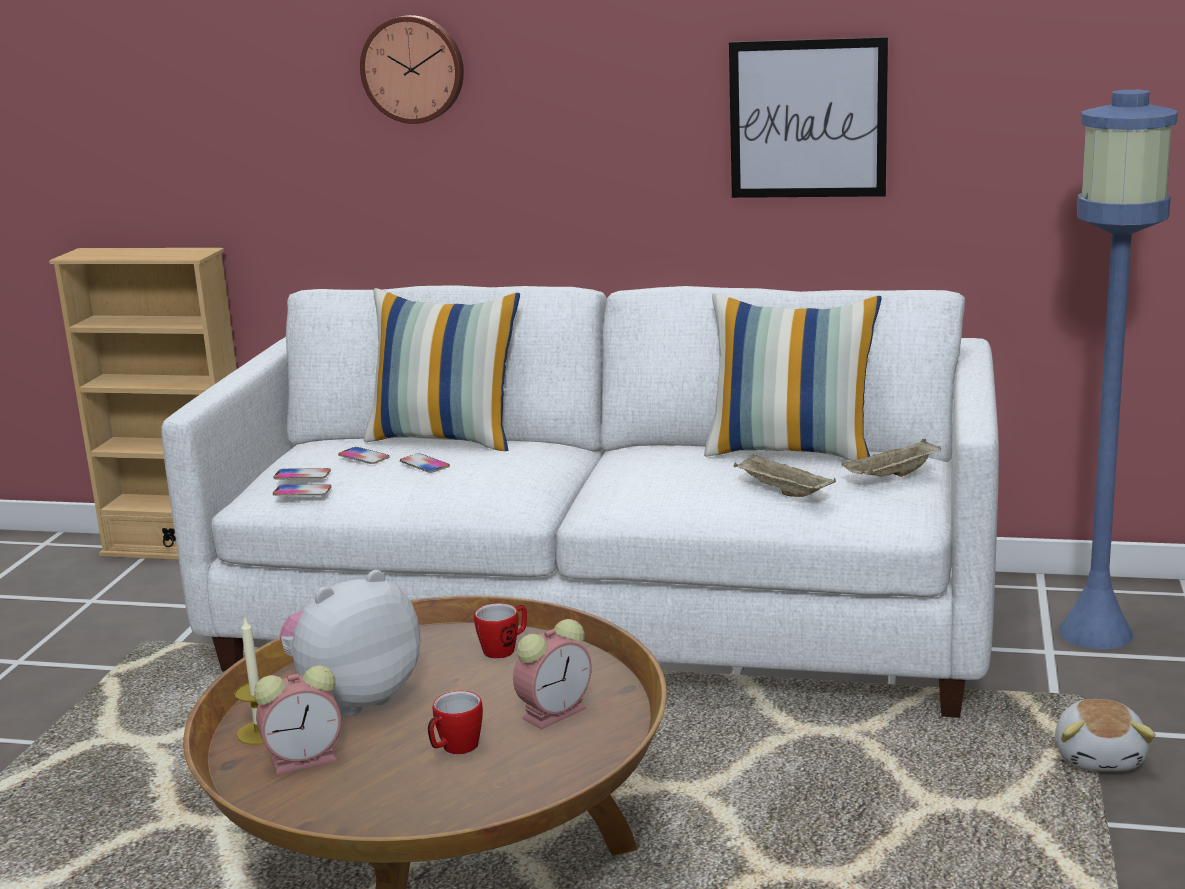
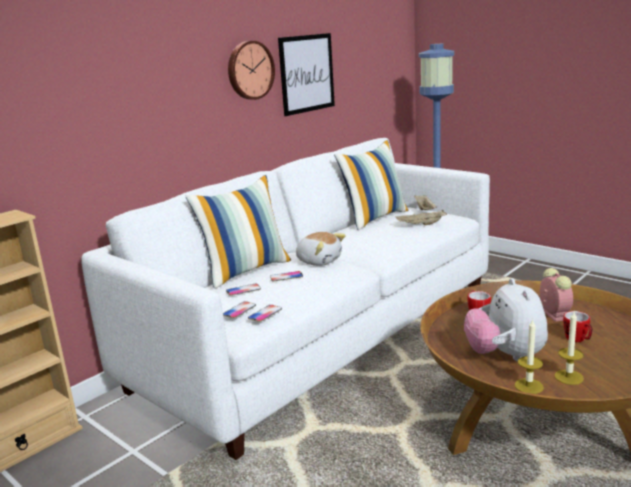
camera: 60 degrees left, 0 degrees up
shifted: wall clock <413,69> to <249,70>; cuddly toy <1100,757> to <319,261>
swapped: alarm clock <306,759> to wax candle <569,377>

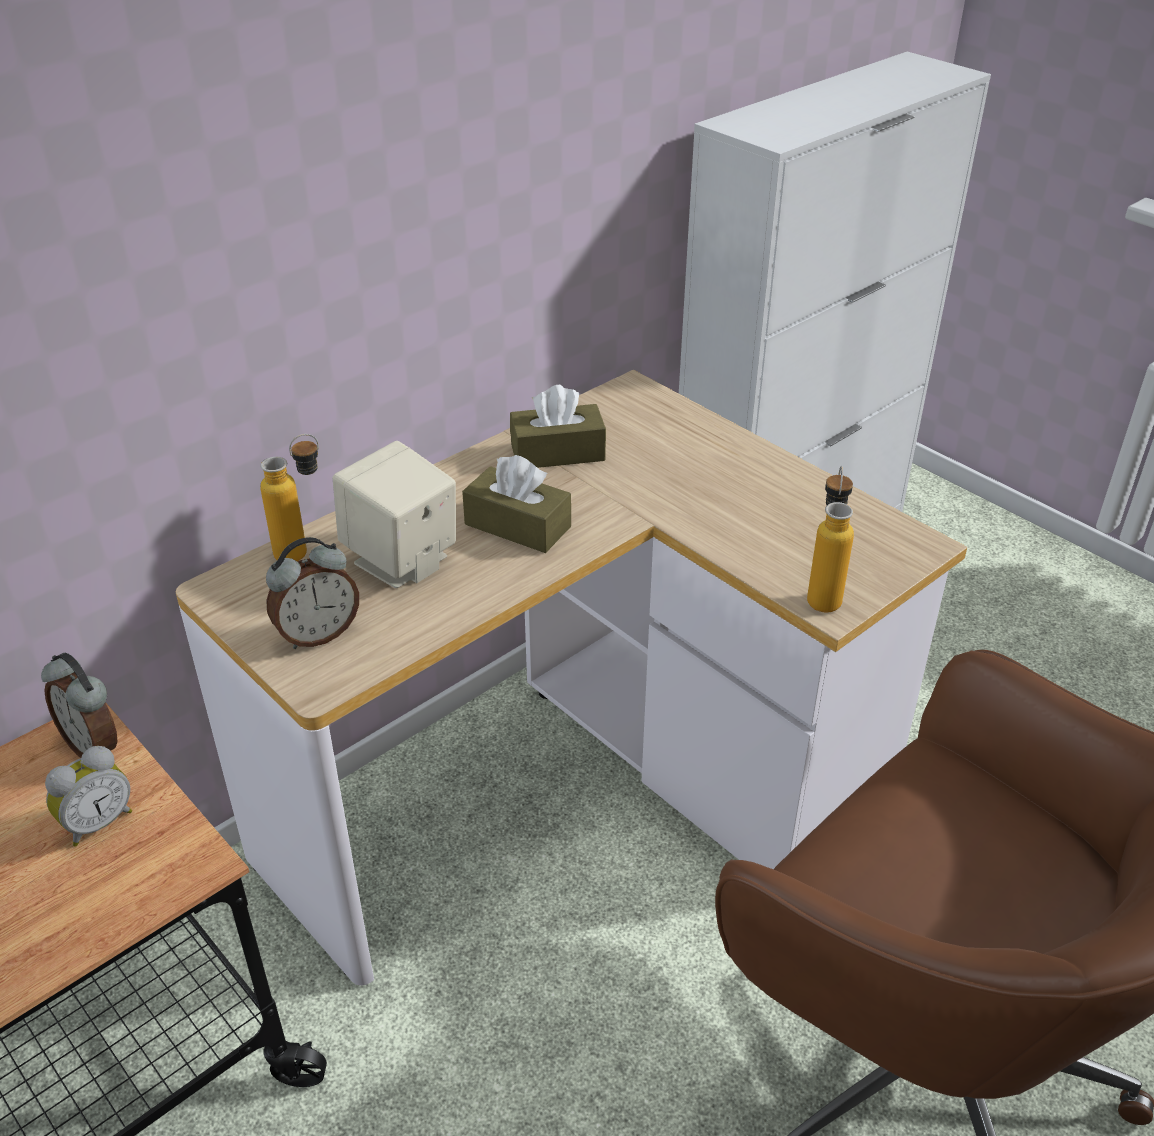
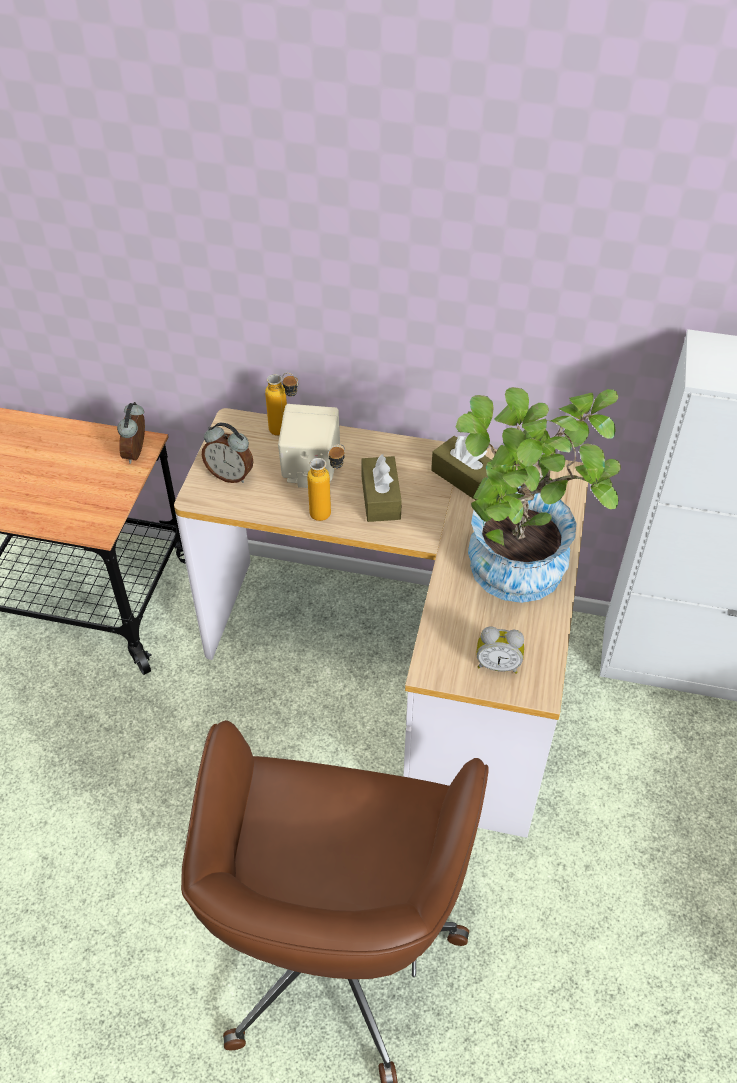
camera: 55 degrees right, 10 degrees up
new: potted plant <514,577>
shifted: alarm clock <97,822> to <497,664>; drink bottle <823,593> to <328,511>

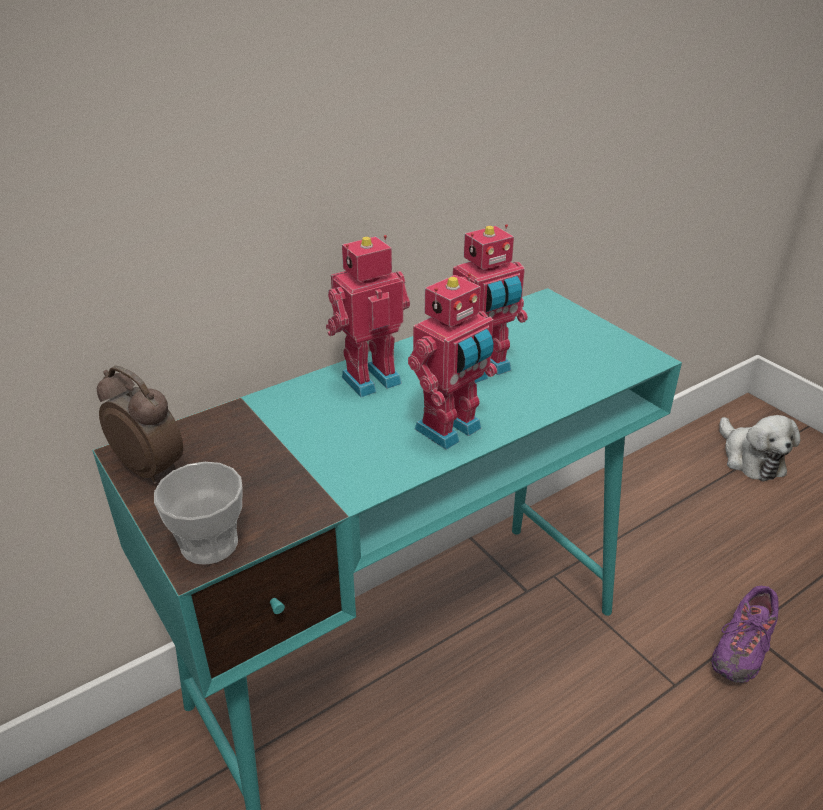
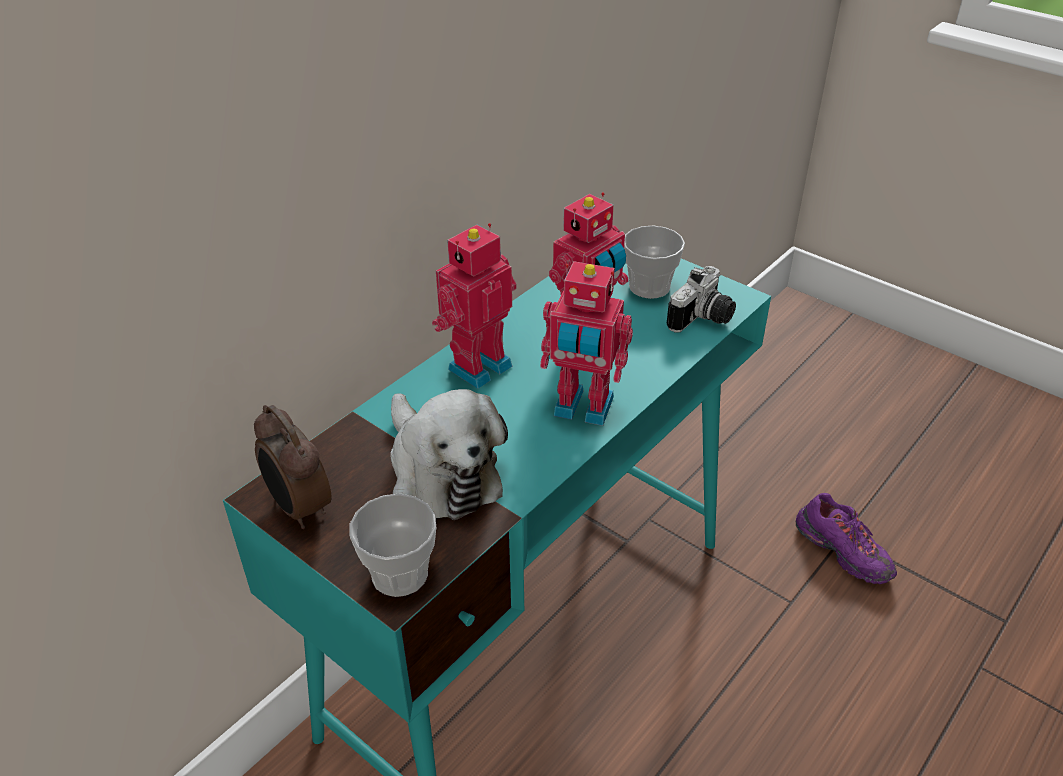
camera: 15 degrees left, 5 degrees up
new: cup <649,287>; still camera <704,319>
shifted: cuddly toy <750,458> to <441,471>
rotated: alarm clock <152,469> = <299,508> 150 degrees counterclockwise; robot figure <451,431> = <582,409> 75 degrees clockwise; shoe/purple-coloured <742,647> = <842,552> 60 degrees counterclockwise

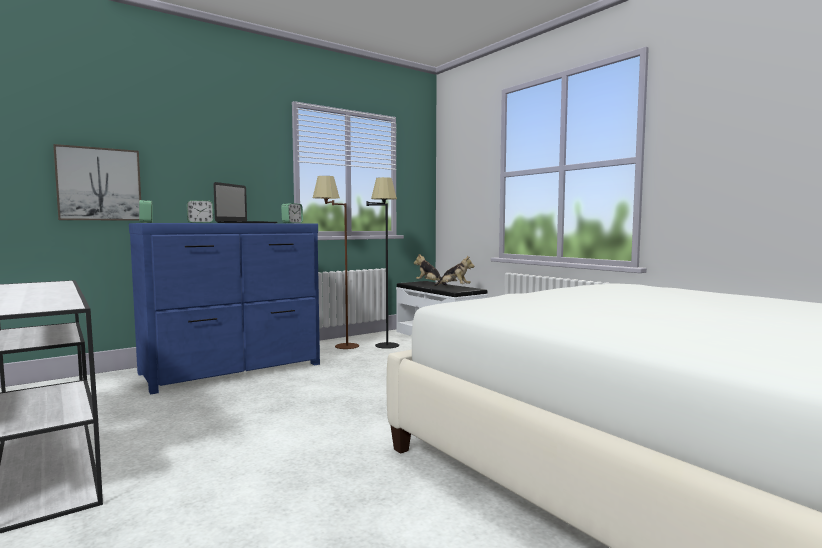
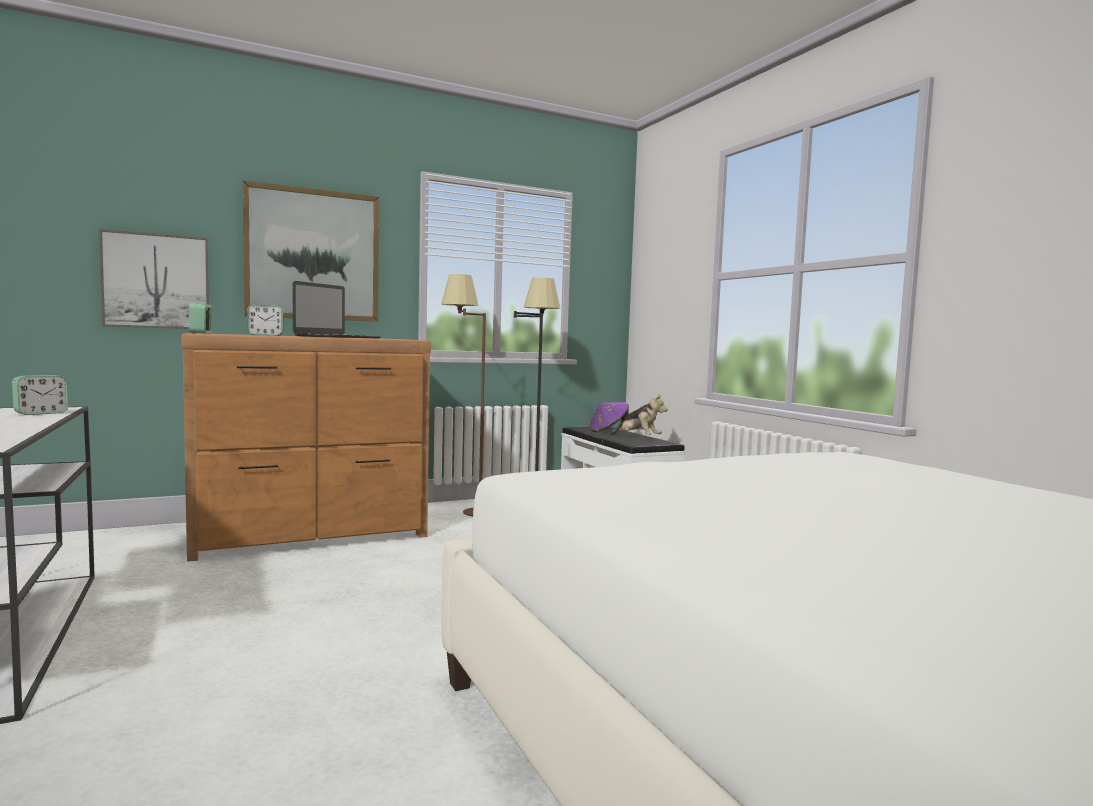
camera: 10 degrees right, 0 degrees up
new: picture <313,255>
shifted: alarm clock <292,223> to <41,413>
swapped: cuddly toy <430,284> to clothing hat/purple-coloured <608,431>
repainted: drawer chest/bluish <233,369> to drawer chest/brown <311,534>

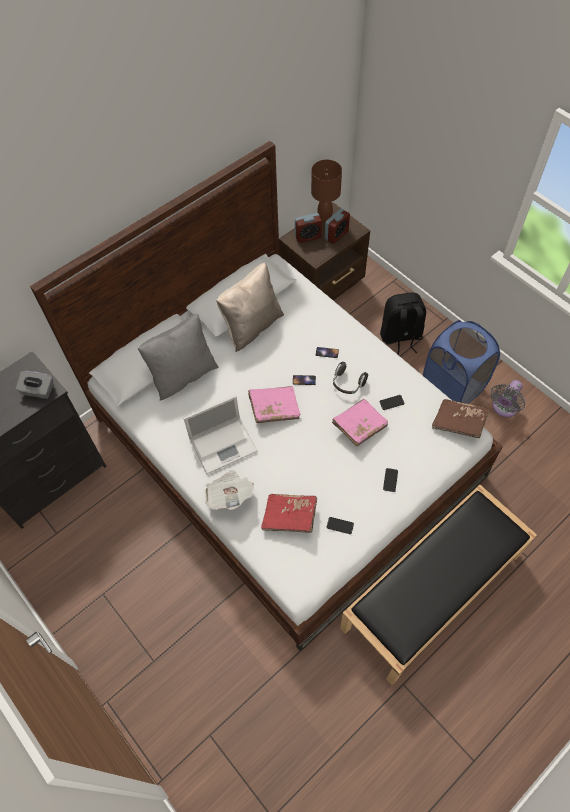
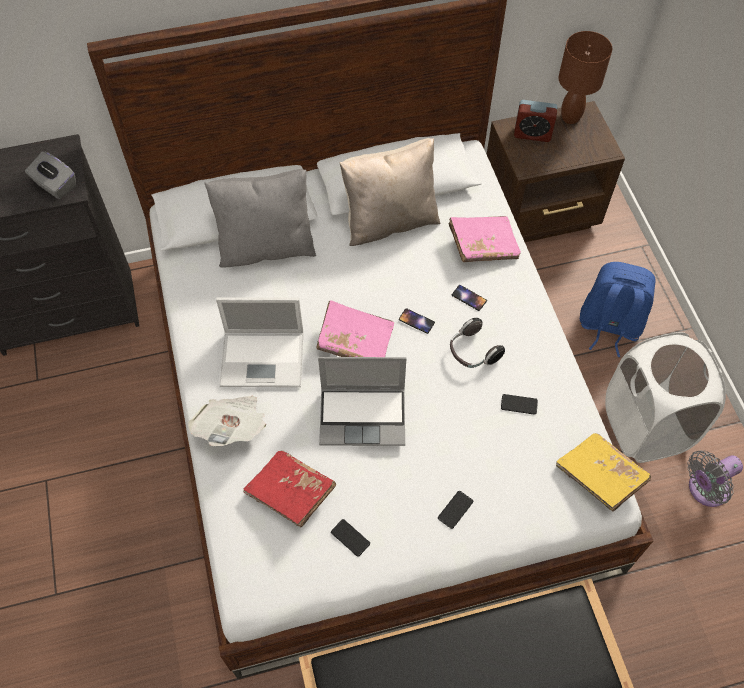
camera: 25 degrees right, 0 degrees up
gone: alarm clock <336,235>
new: laptop <364,415>
shifted: bound book/pink <359,426> to <483,246>
repainted: rucksack/black-coloured <400,337> to rucksack/bluish <608,326>; hamper/bluish <453,387> to hamper/white <646,426>; bound book/brown <459,423> to bound book/yellow-coloured <600,476>

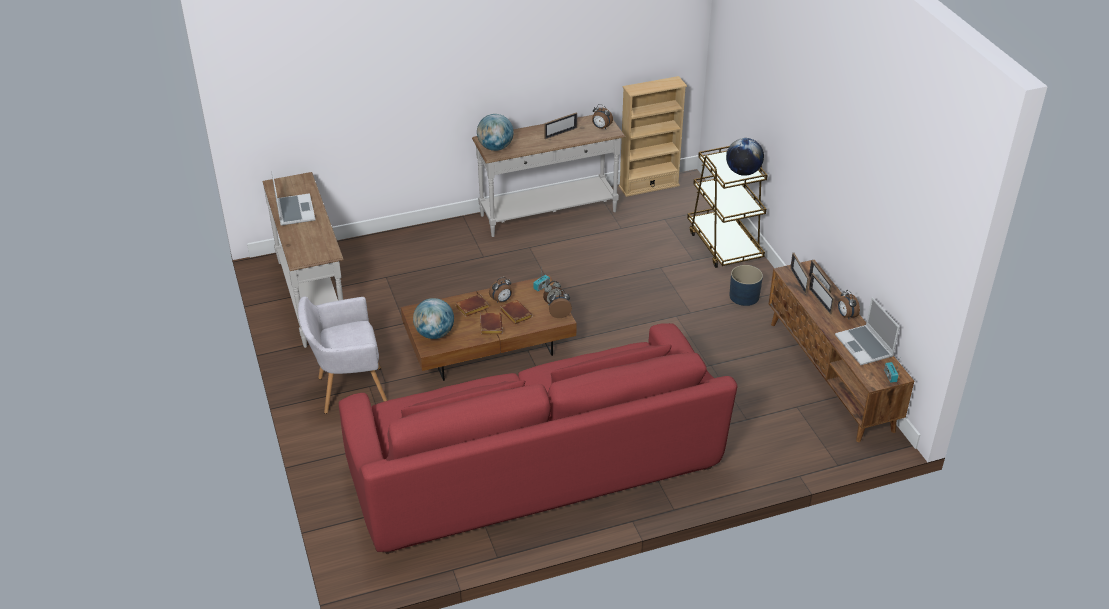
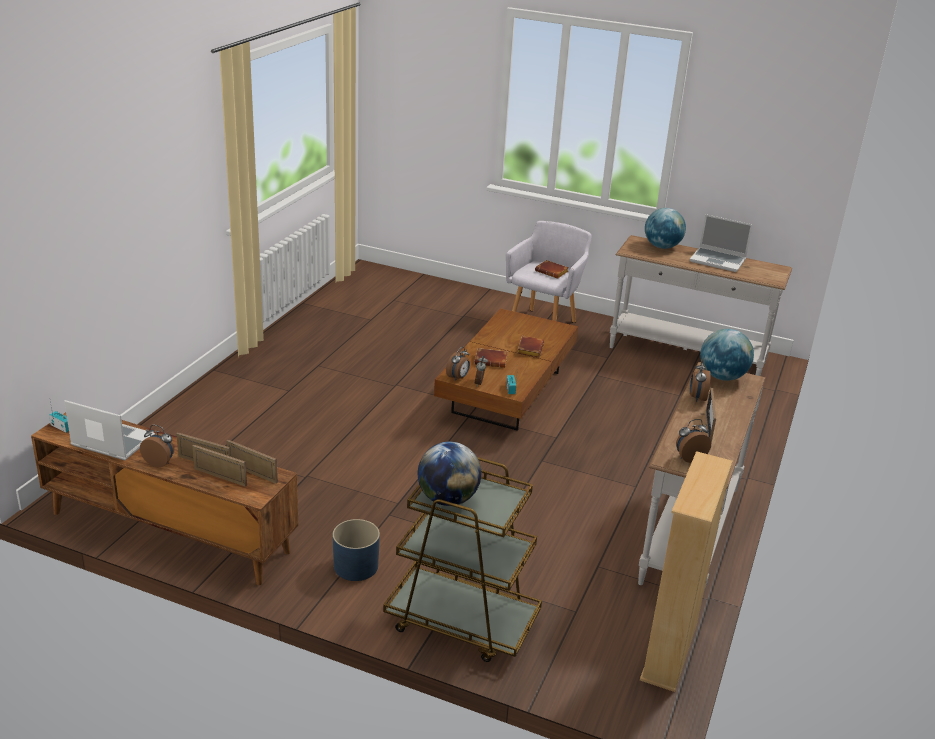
camera: 130 degrees right, 10 degrees down
gone: settee/red-coloured <534,469>
shifted: globe <434,334> to <662,247>; bound book/brown <490,325> to <552,272>; alarm clock <501,300> to <697,398>

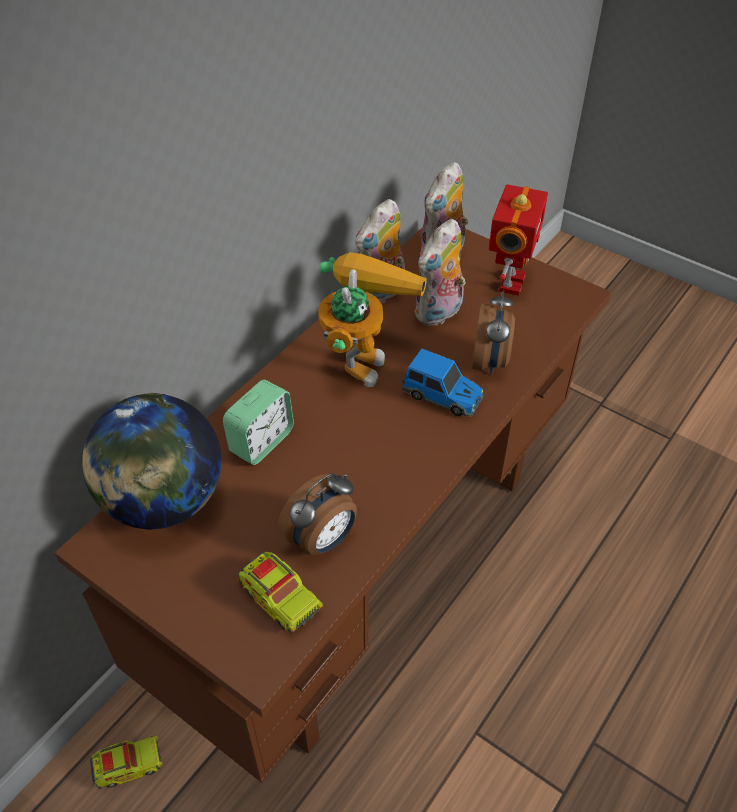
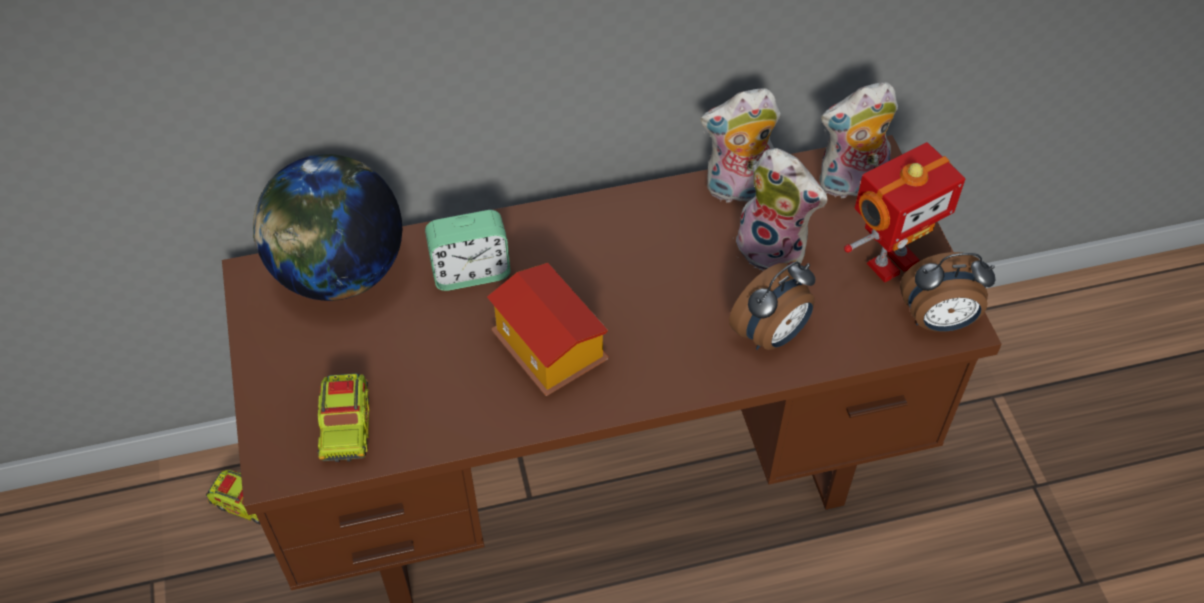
camera: 40 degrees right, 5 degrees up
gone: robot figure <361,354>; miniature car <443,396>
new: miniature house <547,350>
shifted: alarm clock <322,540> to <938,321>
rotated: cuddly toy <439,313> = <774,249> 135 degrees counterclockwise

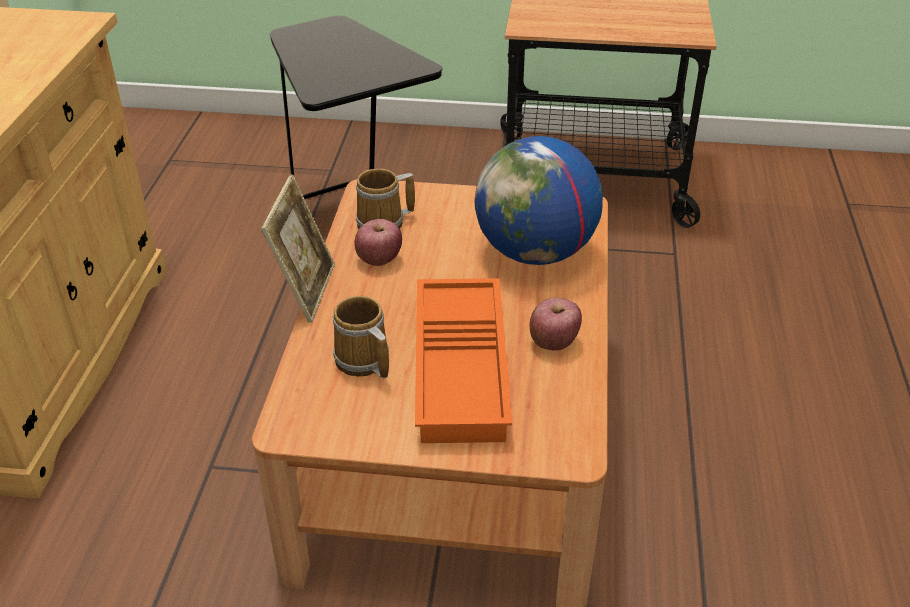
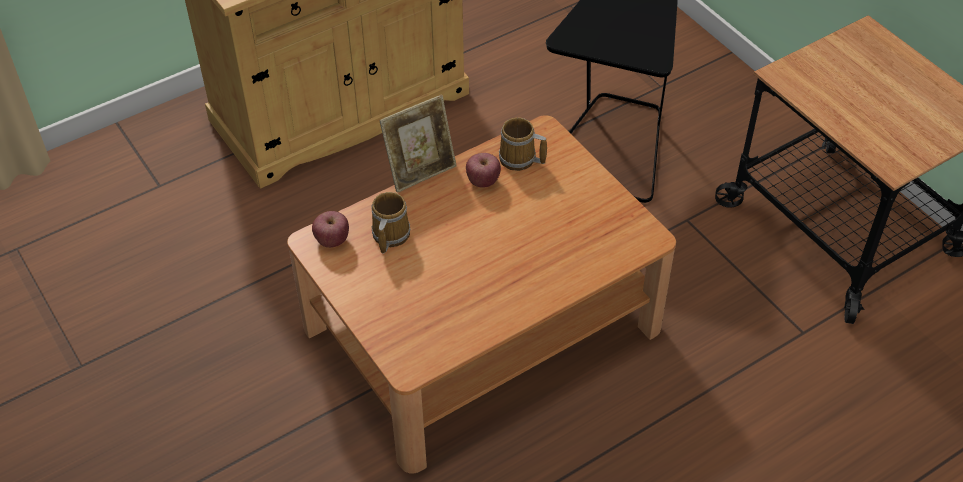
camera: 50 degrees right, 10 degrees up
gone: tray/orangey <464,368>; globe <535,252>
shifted: apple <553,342> to <332,240>

